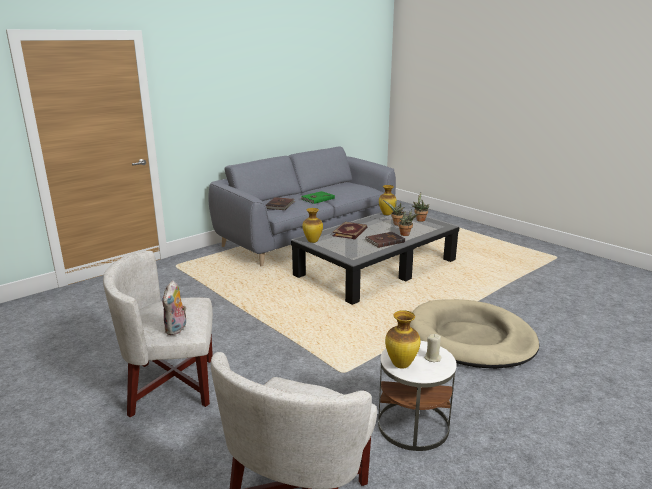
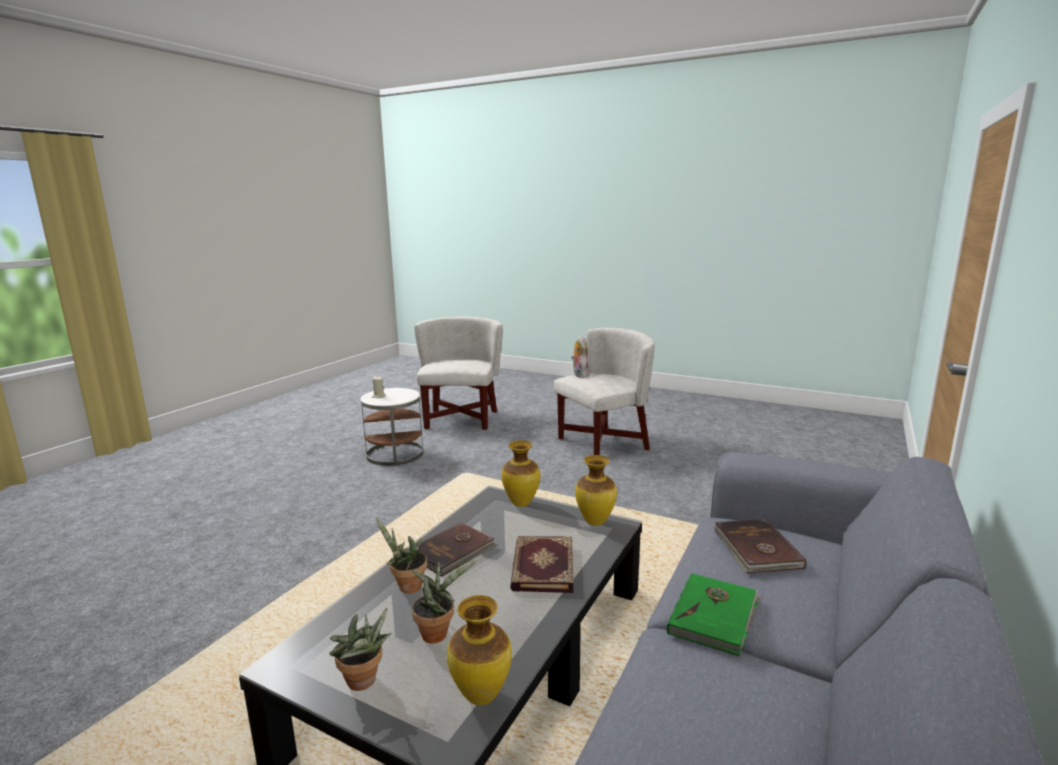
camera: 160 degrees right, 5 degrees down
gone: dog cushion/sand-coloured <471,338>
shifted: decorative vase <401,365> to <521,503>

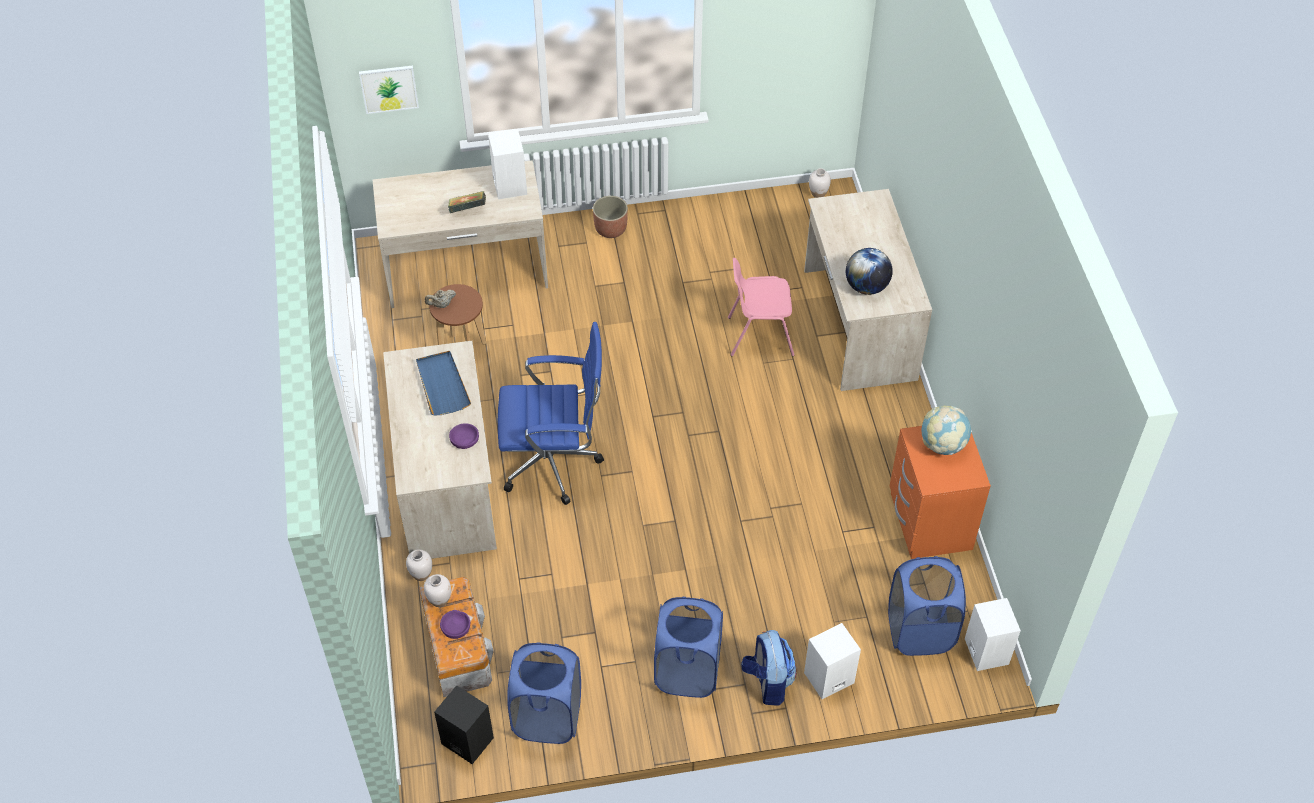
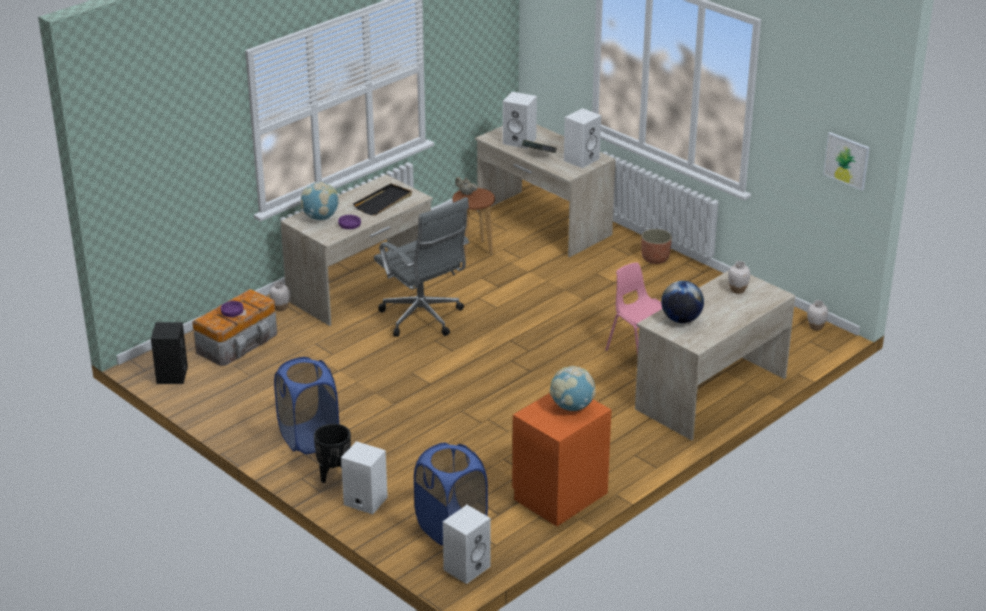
camera: 55 degrees right, 20 degrees down
gone: hamper/bluish <547,717>
new: globe <320,217>; speaker/white <520,141>
shifted: picture <389,88> to <846,160>; decorative vase/white <439,600> to <738,290>
swapped: rucksack <768,682> to plant pot/black-coloured <334,475>
repainted: tray/bluish <442,385> to tray/black-coloured <383,202>; desk chair/bluish <555,463> to desk chair/greyish <423,319>

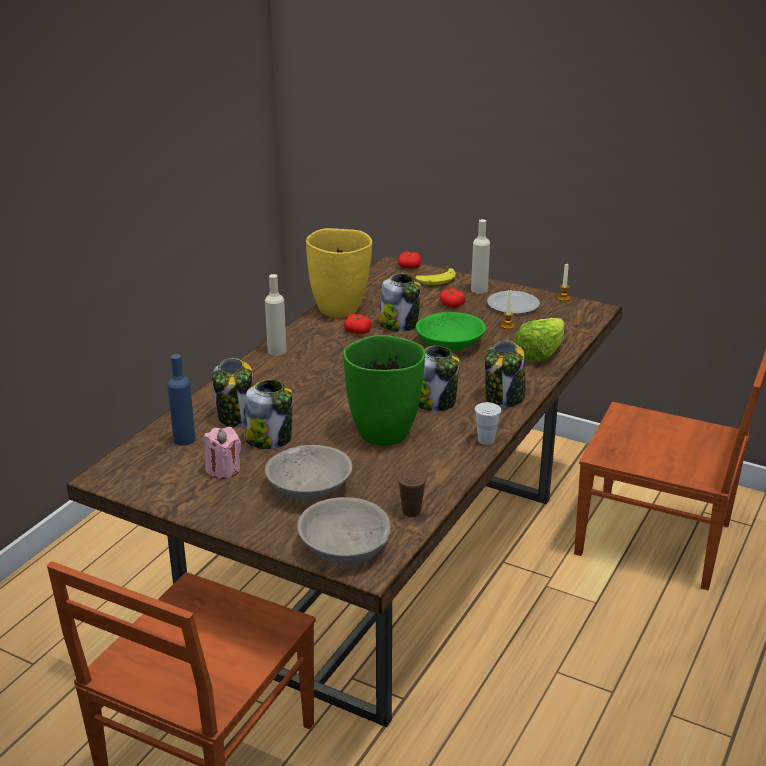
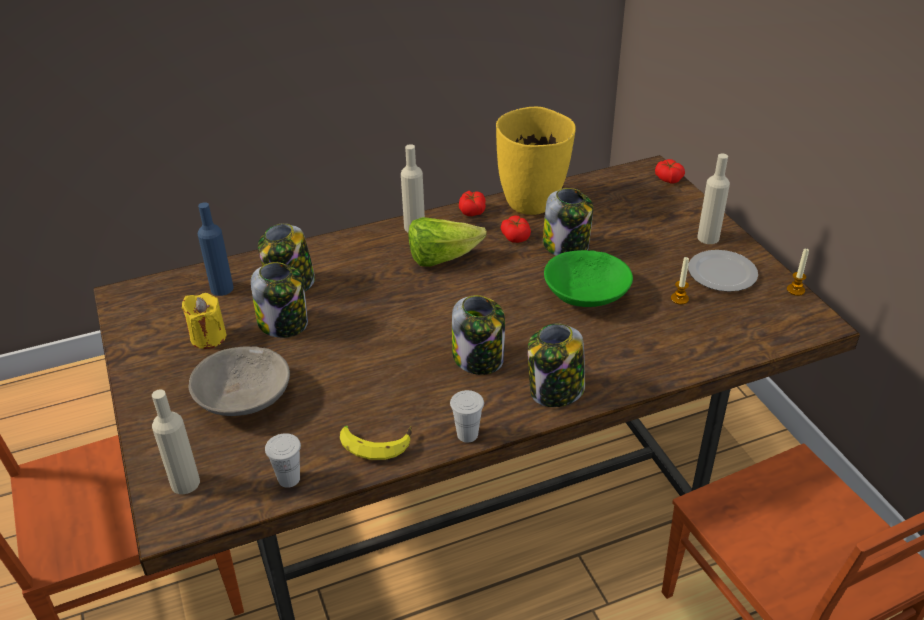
camera: 40 degrees right, 10 degrees up
gone: decorative vase/green <383,433>
shifted: whole banana <435,279> to <376,442>; whole tomato <451,305> to <472,210>; head of lettuce <540,354> to <441,258>
swapped: deep dish/greyish <344,547> to drink bottle/sand-coloured <185,483>
repainted: wax candle/pink <223,469> to wax candle/yellow-coloured <208,337>; cup/brown <411,511> to cup/white <289,479>

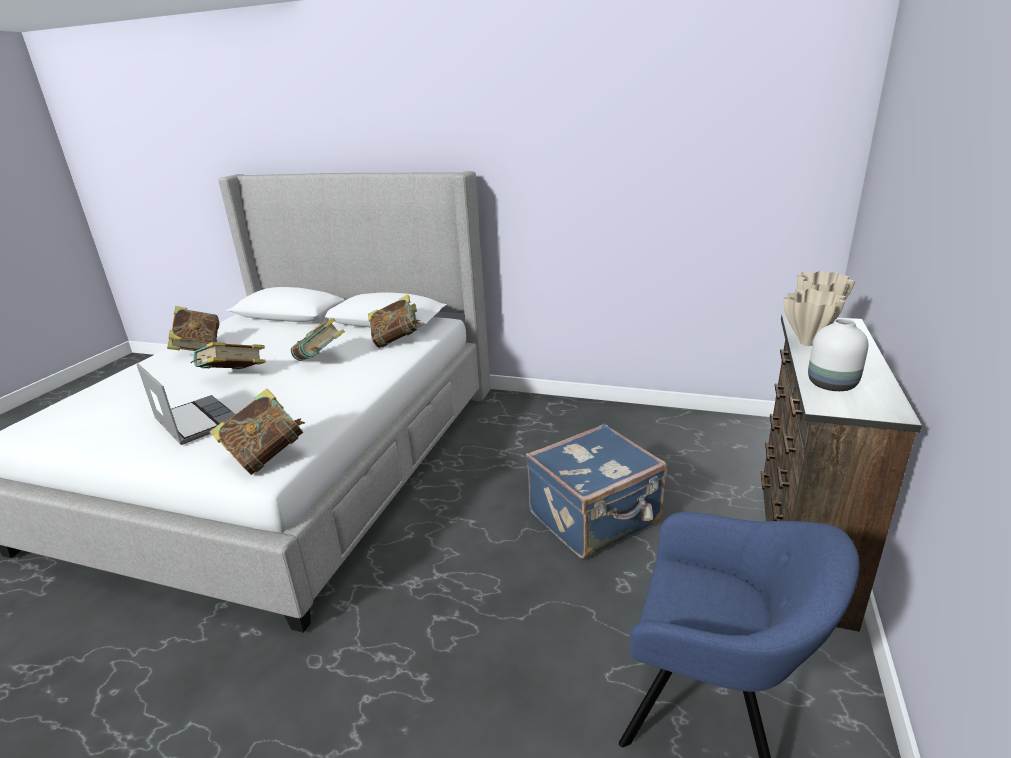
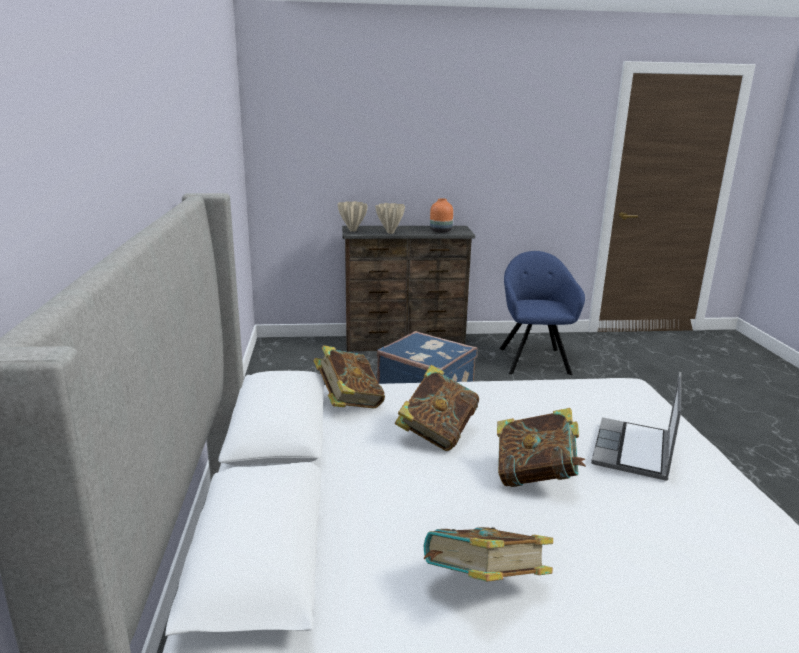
camera: 115 degrees left, 5 degrees down
gone: bound book <266,457>
repainted: decorative vase/white <831,384> to decorative vase/orangey <440,231>

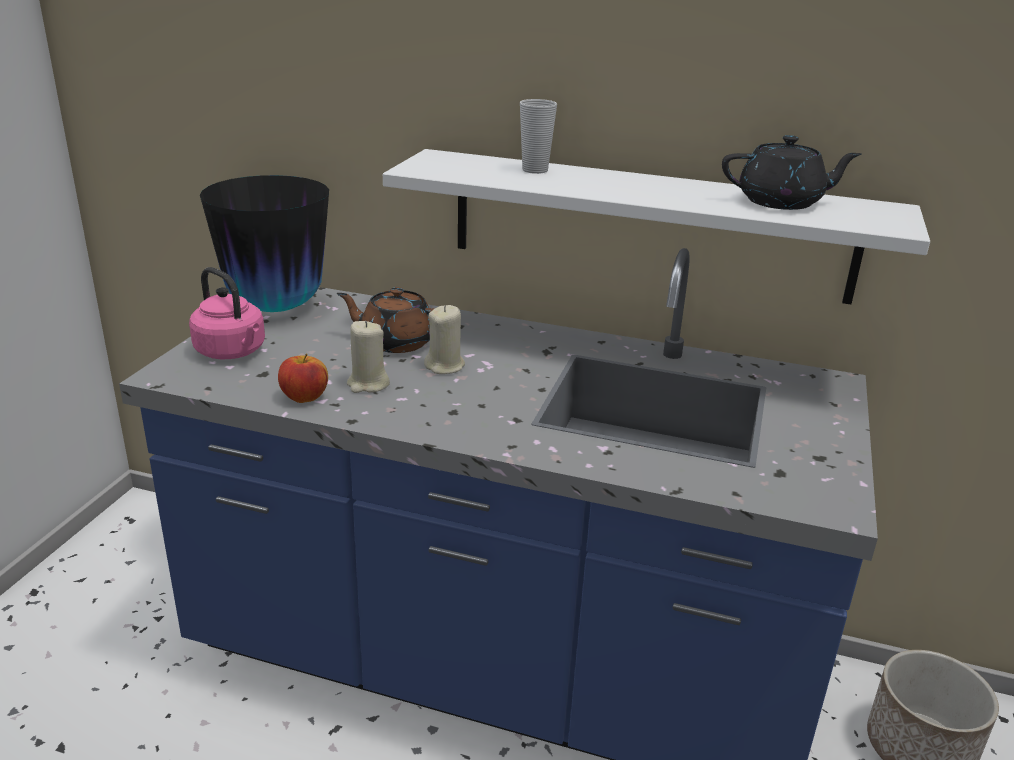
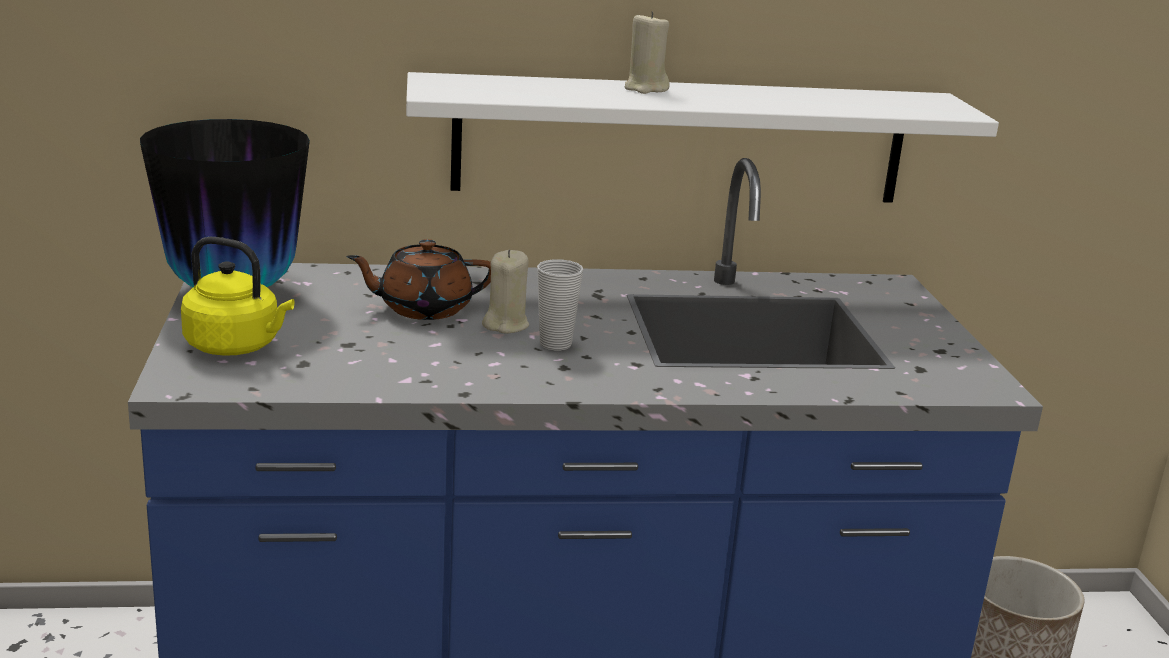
camera: 25 degrees left, 5 degrees down
gone: apple <304,397>; pot for tea/black-coloured <781,202>
shifted: wax candle/sand-coloured <368,384> to <645,88>; cup <535,170> to <555,344>
repainted: tea kettle/pink <232,352> to tea kettle/yellow-coloured <236,346>

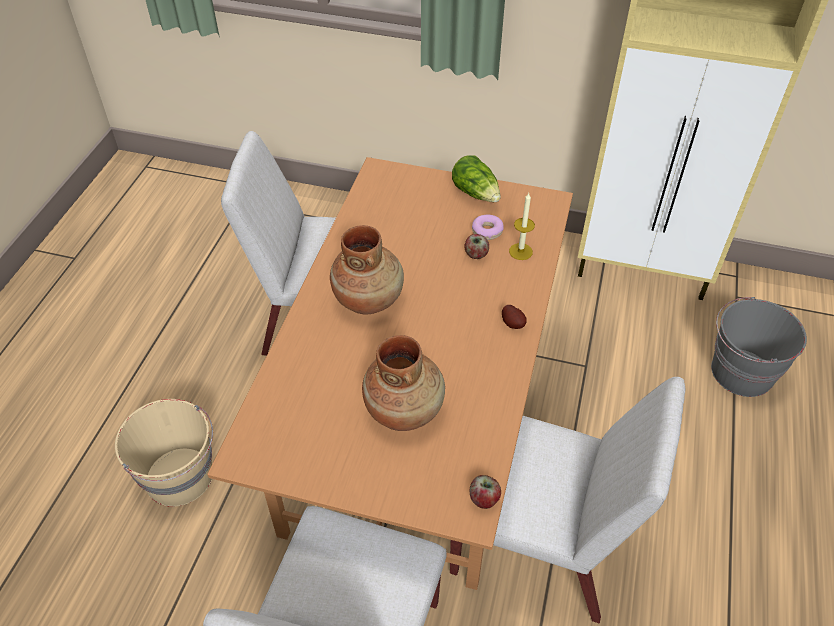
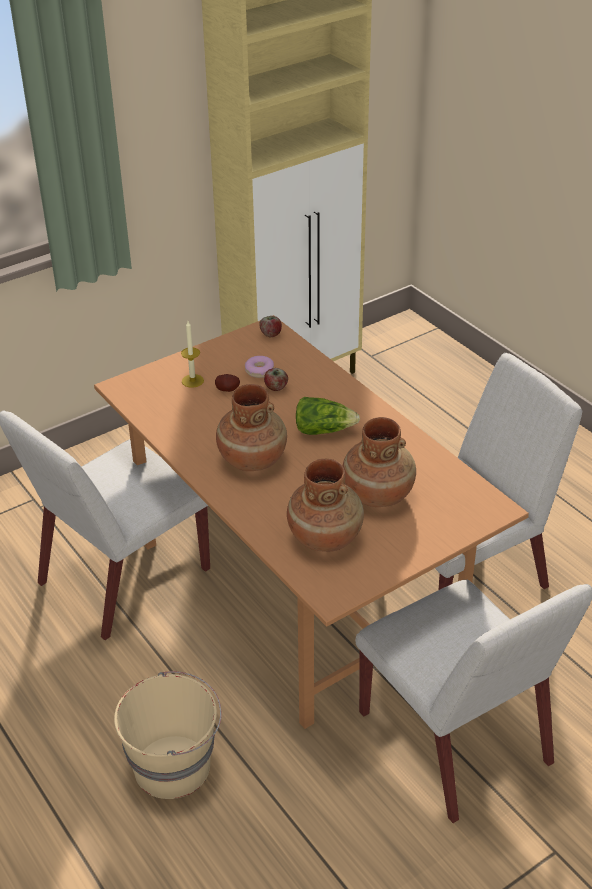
camera: 50 degrees left, 10 degrees down
gone: pail/greyish <740,372>
new: decorative vase/brown <325,537>
shifted: head of lettuce <476,193> to <323,430>; apple <484,499> to <271,334>; spud <513,323> to <228,389>; wax candle <520,251> to <192,381>

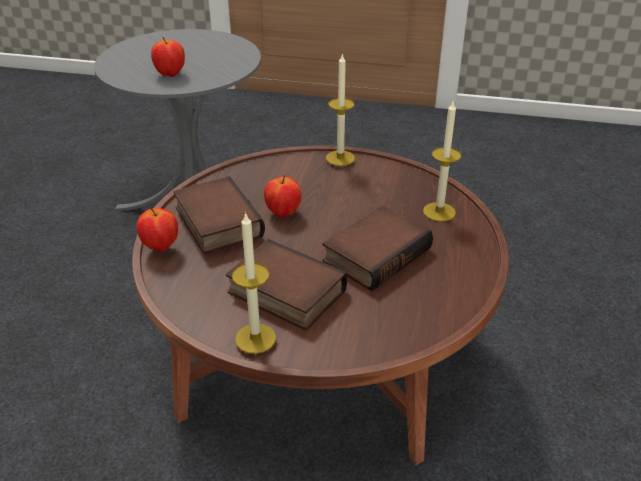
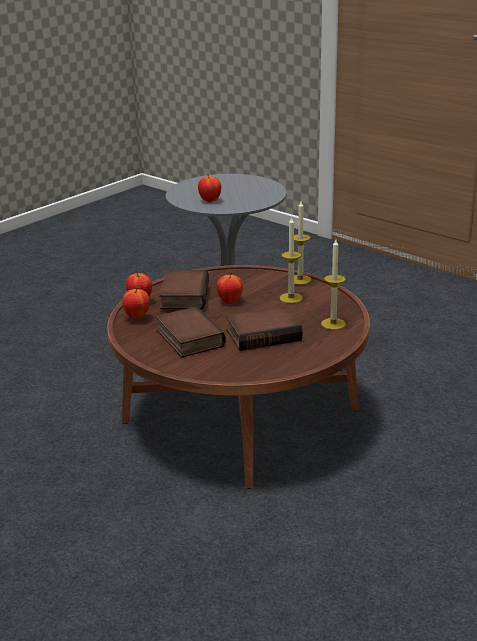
camera: 30 degrees right, 10 degrees down
new: apple <137,316>
shifted: wax candle <255,338> to <291,298>

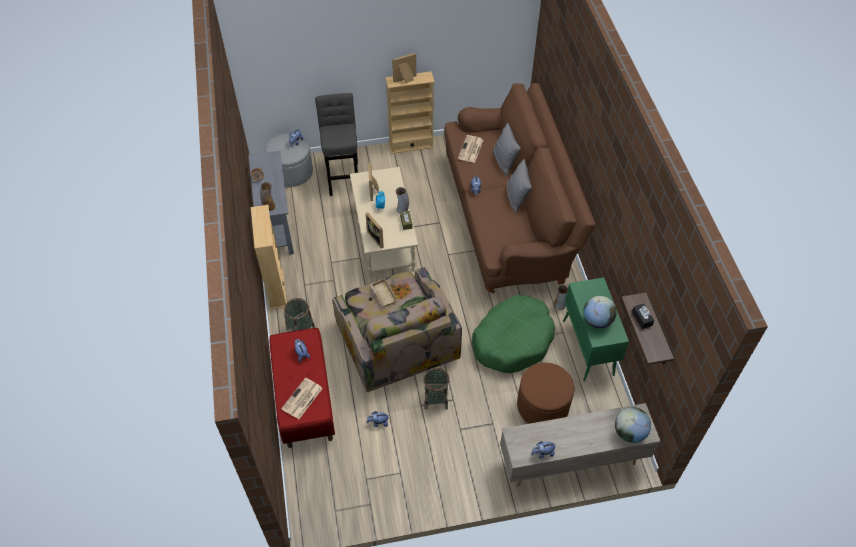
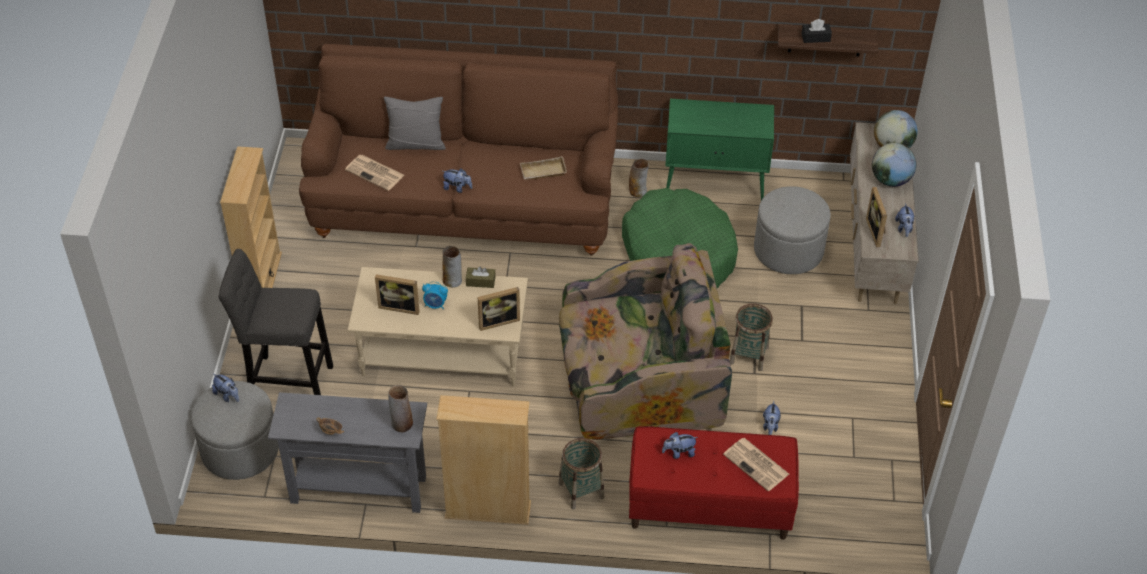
camera: 75 degrees left, 5 degrees down
gone: throw pillow/greyish <517,198>
shifted: tray/sand-coloured <383,294> to <543,172>; picture frame <405,80> to <877,232>; globe <597,321> to <890,180>
repainted: pouffe/brown <542,405> to pouffe/greyish <788,250>

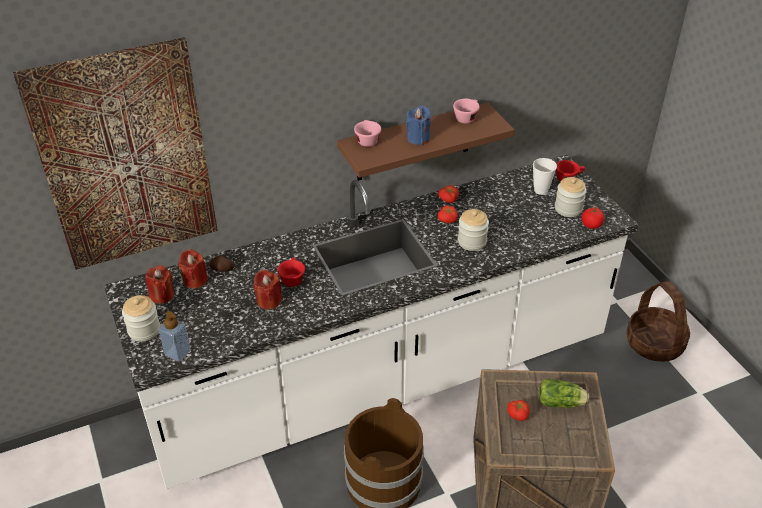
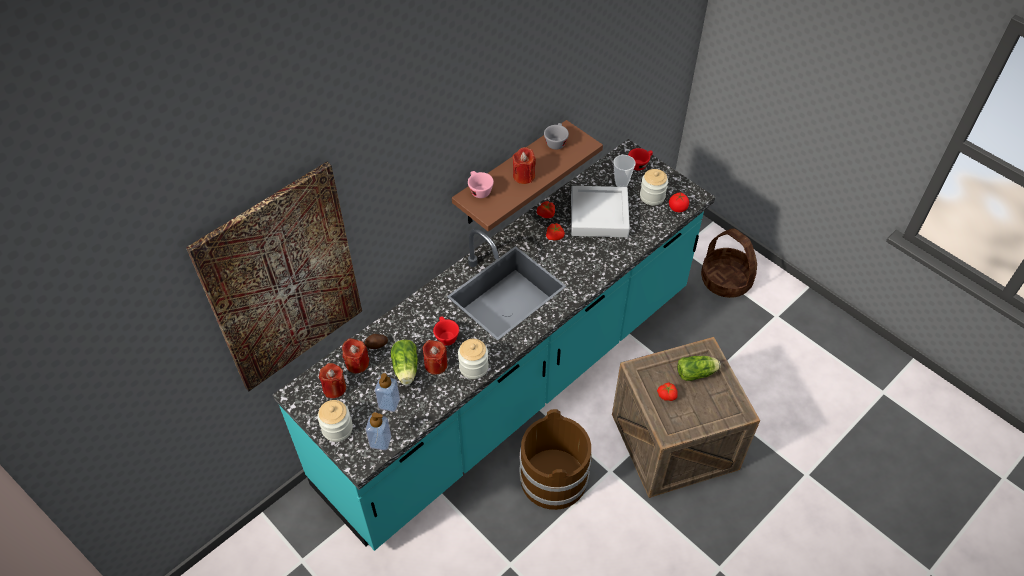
camera: 20 degrees left, 10 degrees up
new: soap bottle <389,403>; head of lettuce <406,370>; tray/greyish <599,216>
shifted: preserve jar <472,241> to <473,367>
repainted: counter/white <381,381> to counter/turquoise-coloured <512,386>; wax candle/bluish <418,138> to wax candle/red-coloured <523,176>; cup/pink <466,117> to cup/greyish <556,142>

